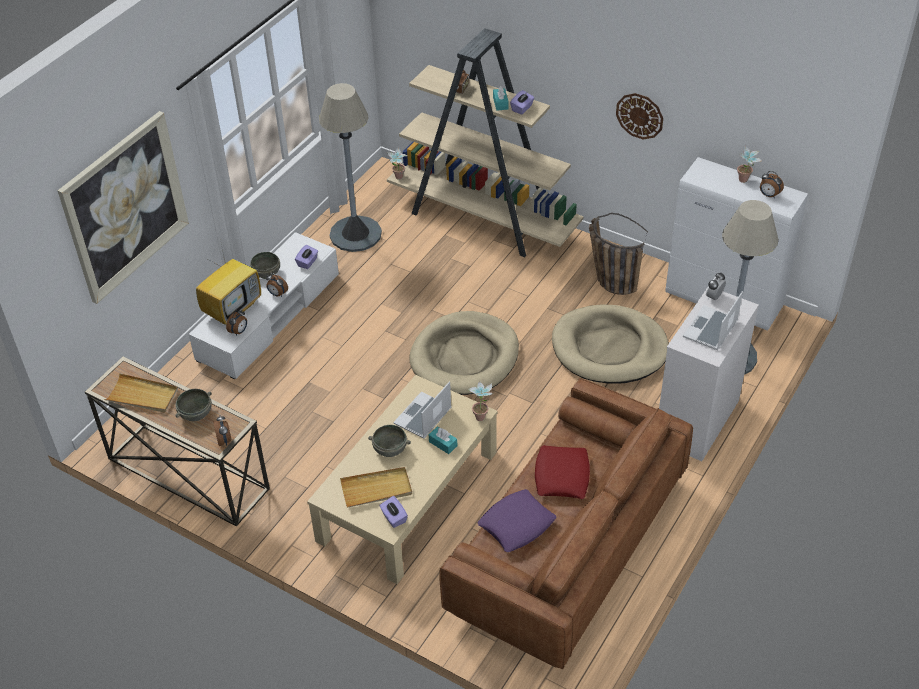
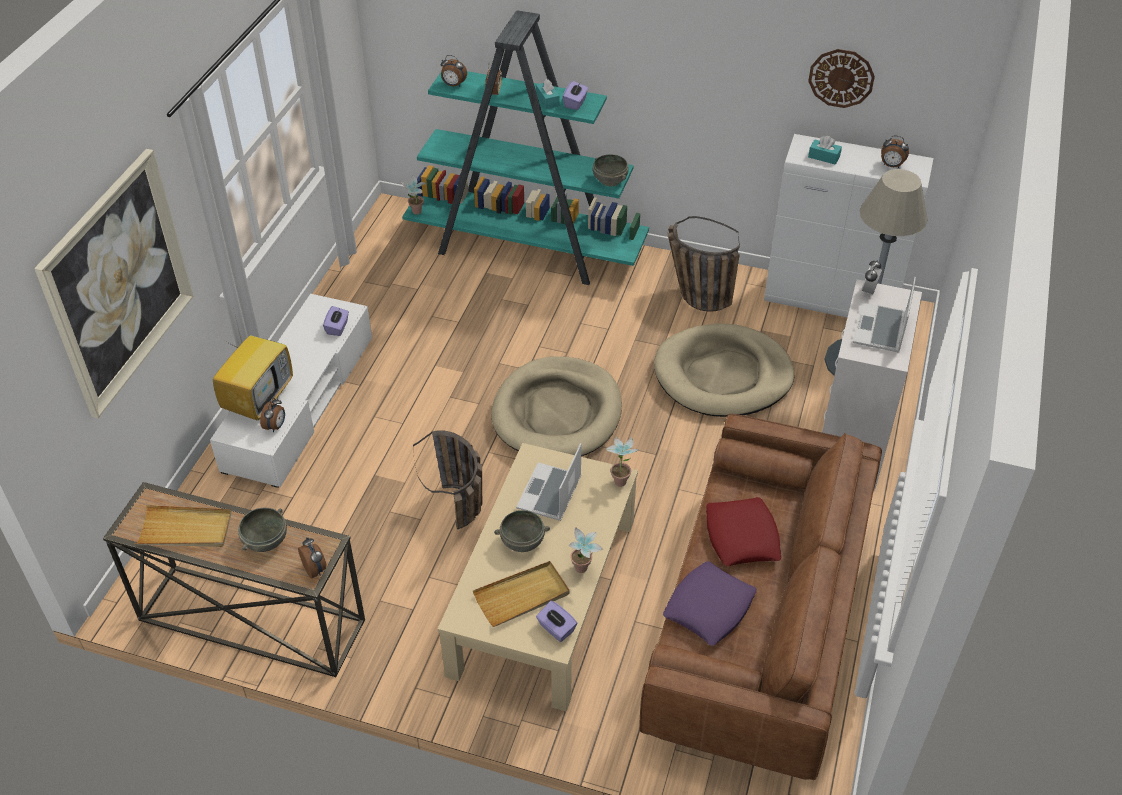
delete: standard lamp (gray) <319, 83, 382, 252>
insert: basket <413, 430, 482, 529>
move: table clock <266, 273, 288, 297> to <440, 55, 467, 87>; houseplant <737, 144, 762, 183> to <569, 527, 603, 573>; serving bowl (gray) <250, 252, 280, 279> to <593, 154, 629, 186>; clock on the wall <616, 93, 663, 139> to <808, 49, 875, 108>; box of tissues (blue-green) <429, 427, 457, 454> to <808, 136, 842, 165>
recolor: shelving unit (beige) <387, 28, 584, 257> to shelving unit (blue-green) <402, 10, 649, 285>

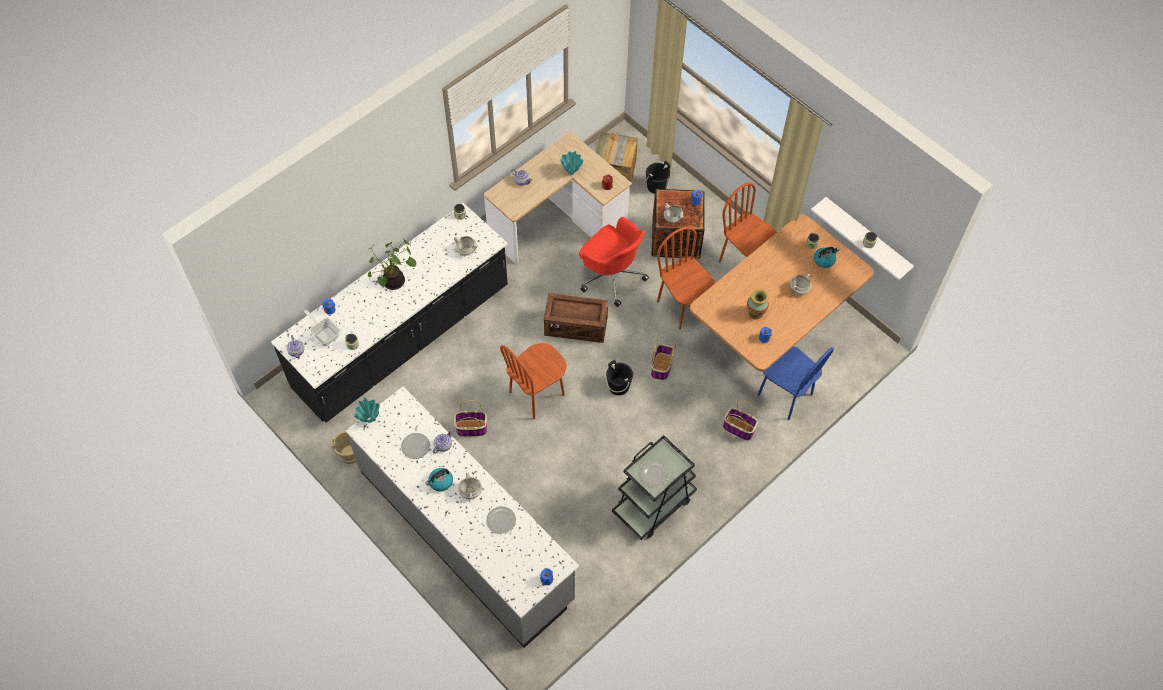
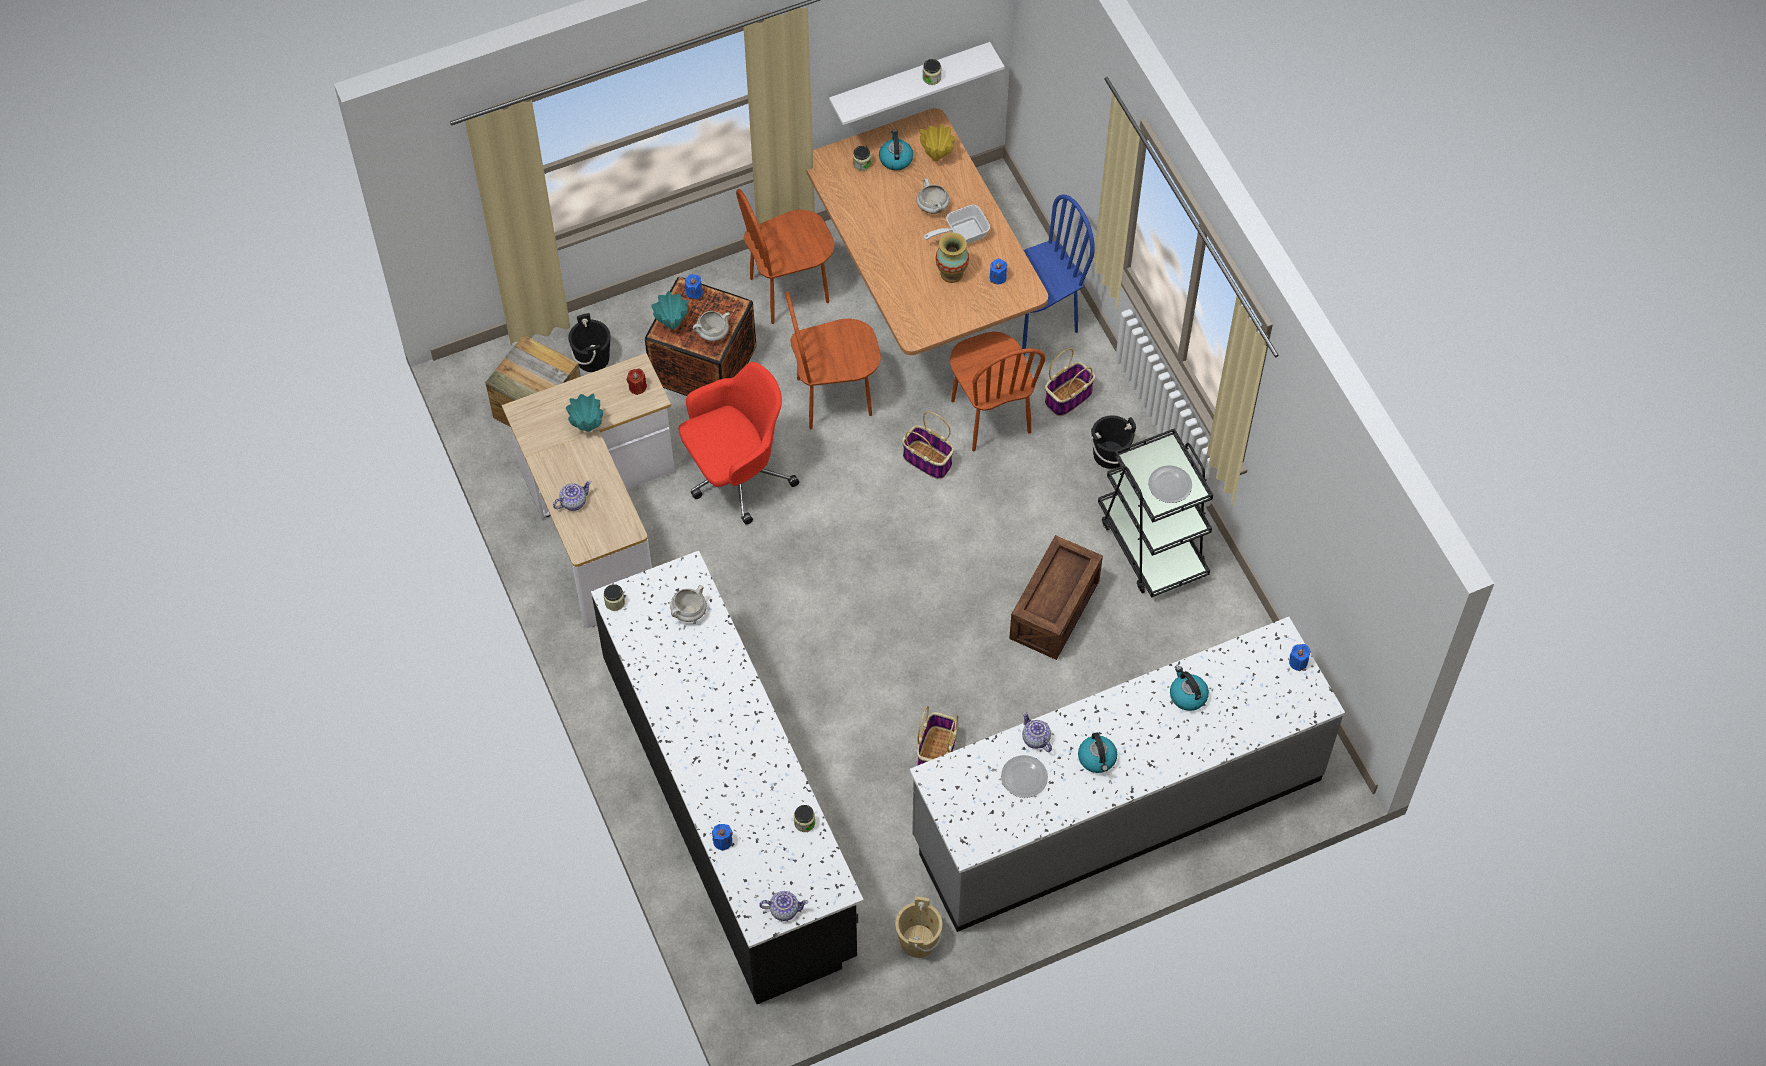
delete: houseplant <367, 238, 416, 290>; stockpot (white-coloured) <458, 473, 482, 499>
insert: vase (yellow) <920, 124, 955, 161>
move: vase (blue-green) <354, 398, 380, 423> to <651, 291, 688, 330>; skillet <304, 310, 340, 346> to <924, 205, 990, 244>; chair (brownish) <500, 343, 567, 419> to <950, 331, 1045, 451>; crate <544, 293, 608, 343> to <1009, 535, 1103, 660>; pail (black-coloured) <606, 360, 633, 395> to <1091, 415, 1136, 469>
replace: flat dish <486, 506, 516, 534> to water kettle <1170, 666, 1209, 711>

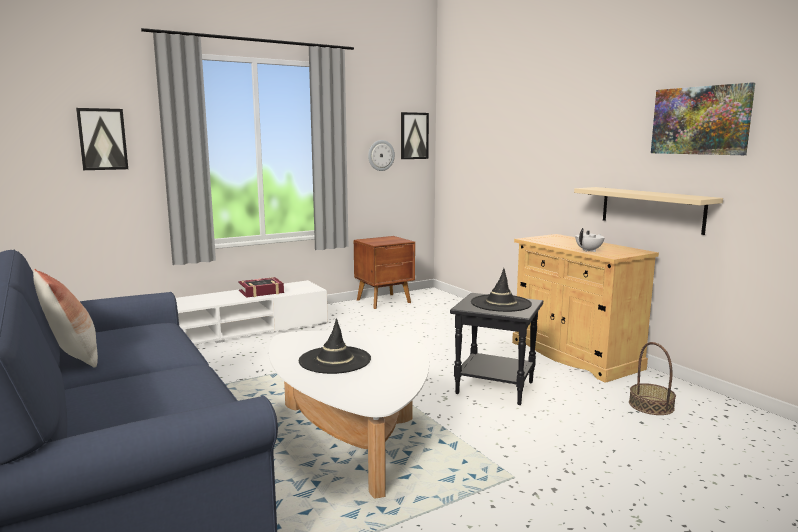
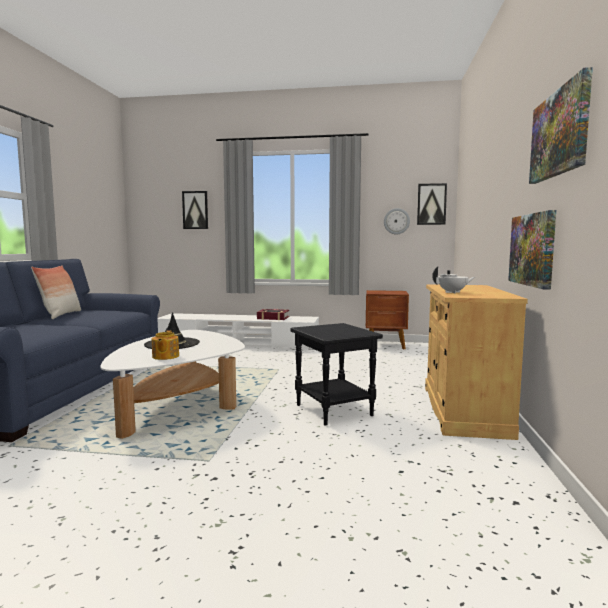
delete: hat (black-coloured) <471, 268, 532, 312>; basket <629, 342, 676, 415>
insert: tea pot <152, 330, 179, 360>
replace: bracket shelf (beige) <574, 187, 723, 235> to picture <508, 210, 556, 290>

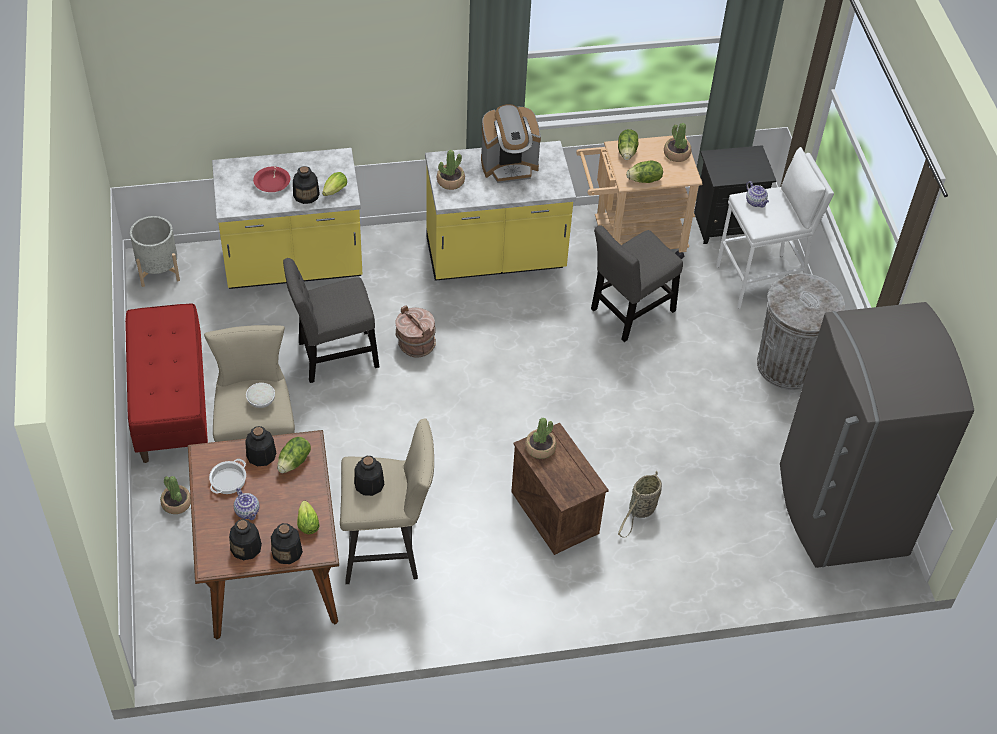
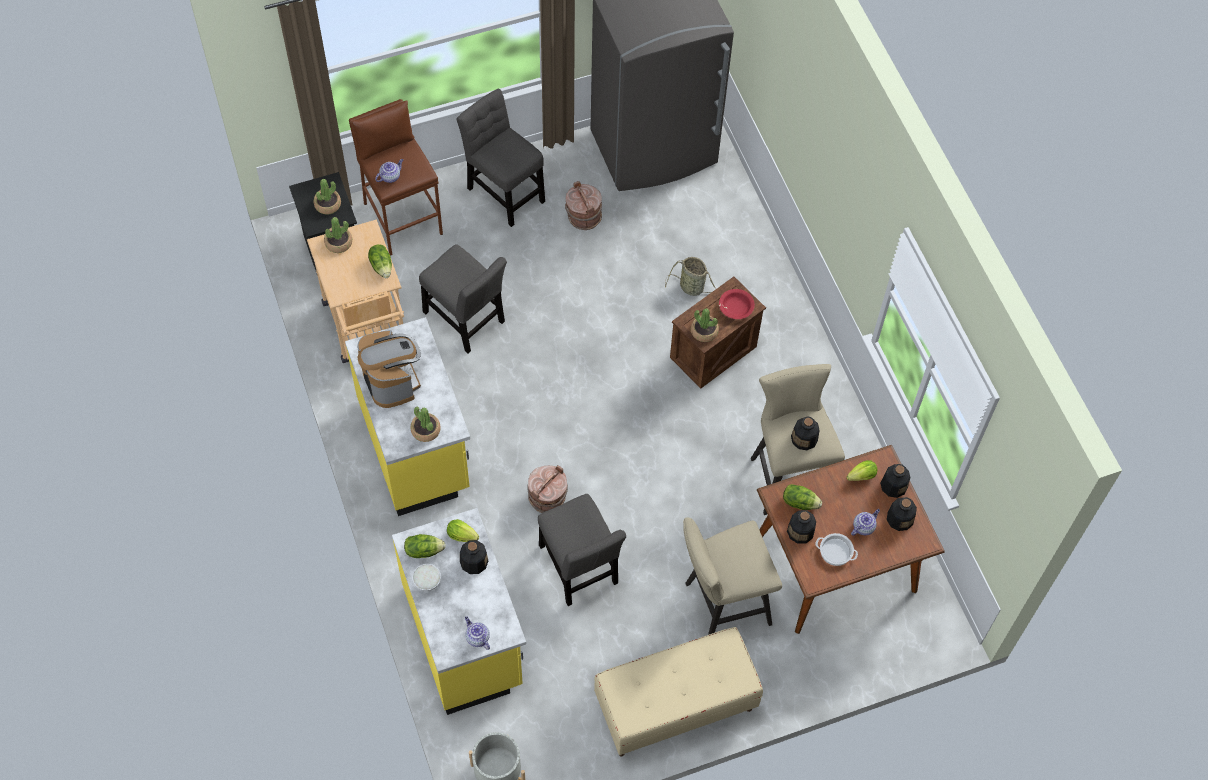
insert: tea pot <465, 617, 490, 650>; pail (brownish) <565, 181, 602, 230>
move: houseplant <160, 476, 191, 514> to <313, 179, 341, 215>; lettuce head <618, 129, 639, 160> to <404, 534, 446, 558>; serving bowl (white-coloured) <246, 383, 275, 408> to <412, 564, 441, 591>; serving bowl (reddish) <253, 166, 290, 192> to <719, 289, 755, 319>
replace: waste bin (gray) <757, 273, 845, 390> to chair (gray) <457, 88, 545, 227>
recolor: sitting stool (white-coloured) <716, 147, 834, 309> to sitting stool (brownish) <349, 99, 443, 256>; long seat (reddish) <125, 303, 208, 463> to long seat (beige) <594, 627, 763, 756>

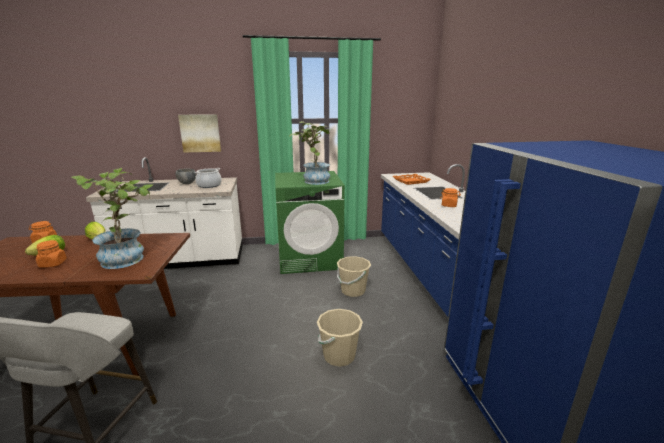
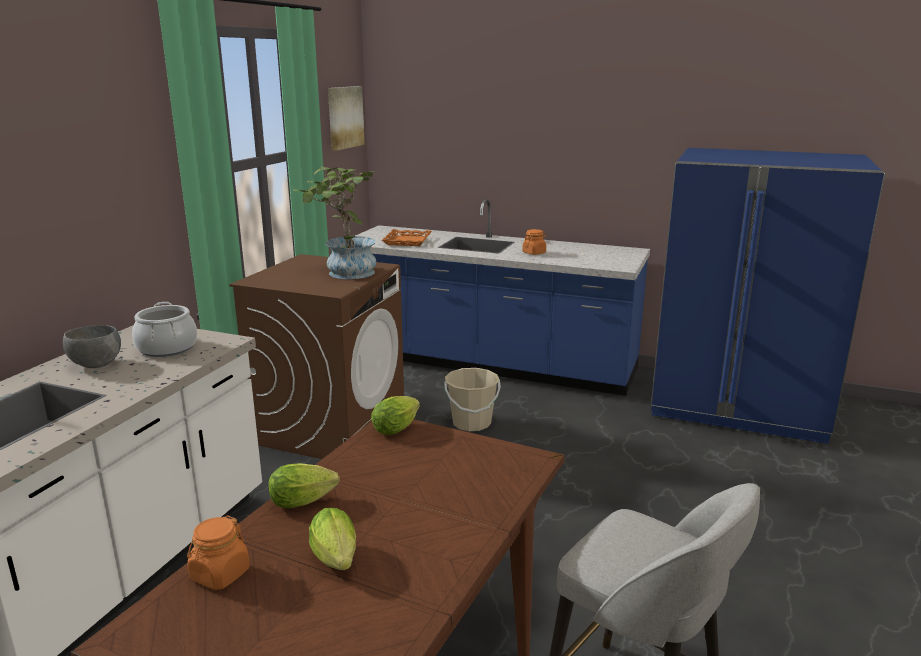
delete: storage jar (orange) <36, 240, 67, 267>; houseplant <72, 168, 154, 269>; pail (beige) <317, 309, 363, 367>
insert: lettuce head <371, 396, 420, 435>
move: picture <178, 114, 221, 153> to <328, 86, 365, 151>
recolor: laundry appliance (greenish) <275, 171, 345, 274> to laundry appliance (brownish) <229, 254, 404, 459>

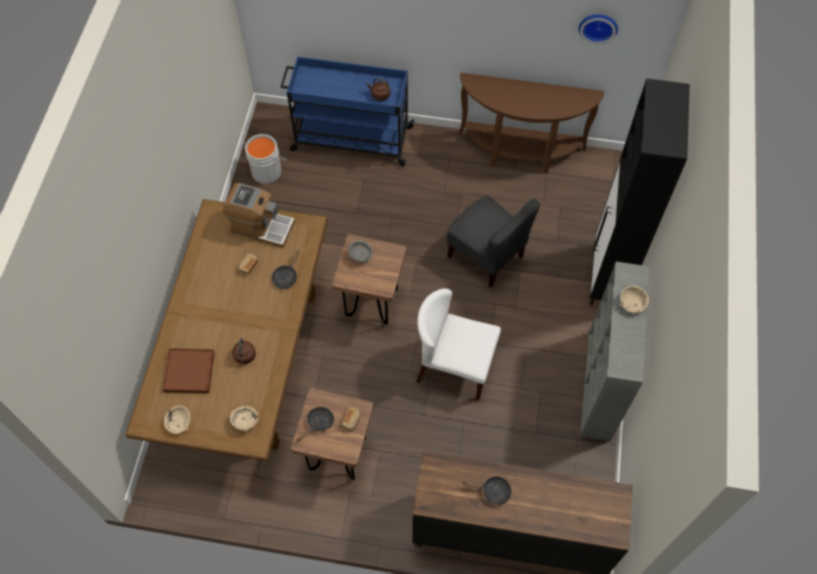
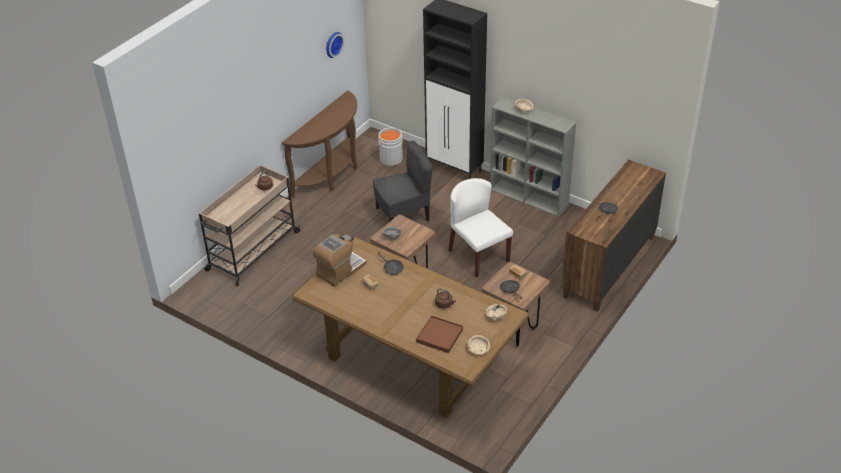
move: pail (gray) <245, 134, 287, 184> to <375, 128, 403, 166>
recolor: cart (blue) <280, 56, 415, 166> to cart (beige) <199, 165, 301, 286>
rotate: chair (white-coloured) <416, 288, 501, 400> = <449, 178, 513, 277> 105 degrees clockwise

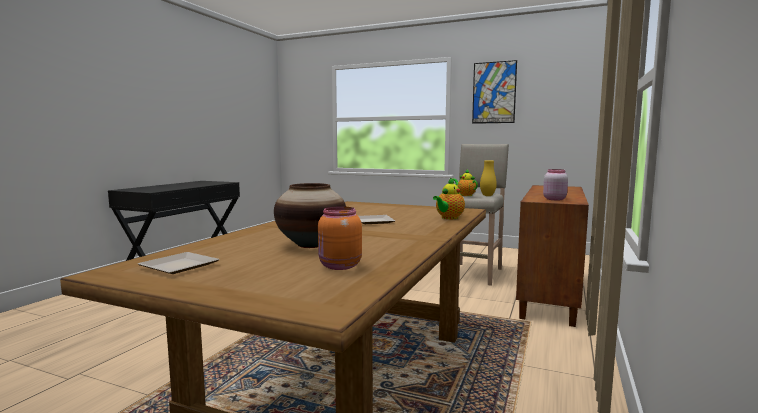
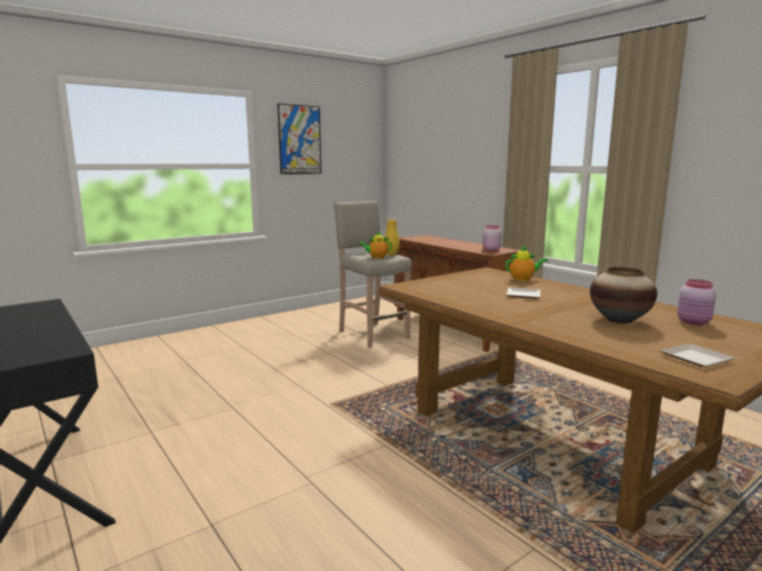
recolor: storage jar (orange) <318, 206, 362, 270> to storage jar (pinkish) <677, 279, 716, 325>
rotate: tea pot <433, 177, 465, 219> = <505, 245, 548, 281> 75 degrees counterclockwise

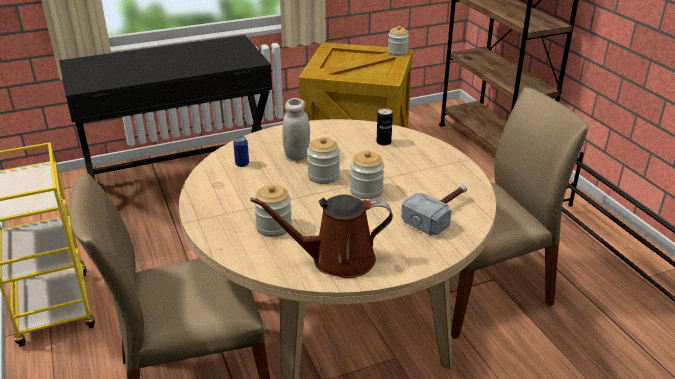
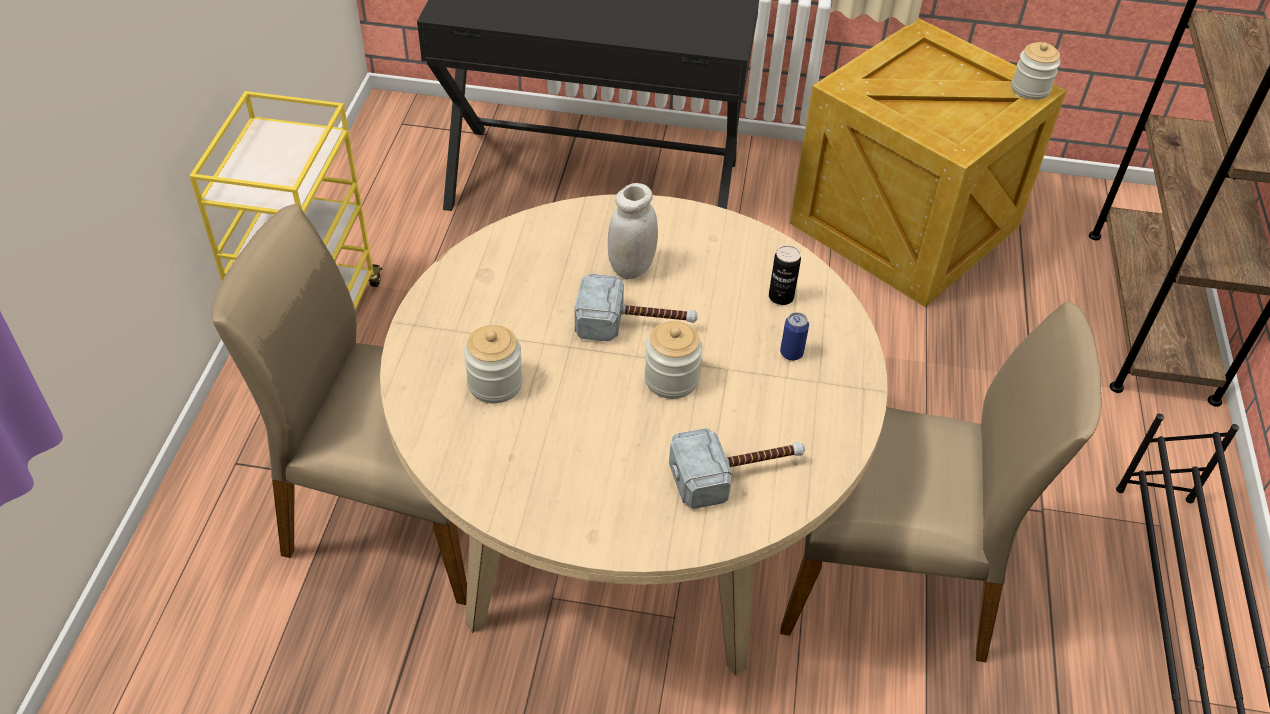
delete: watering can (brownish) <250, 195, 393, 278>
move: metal can <233, 136, 249, 167> to <780, 312, 809, 361>
replace: storage jar <307, 137, 340, 184> to hand hammer <575, 273, 698, 342>

